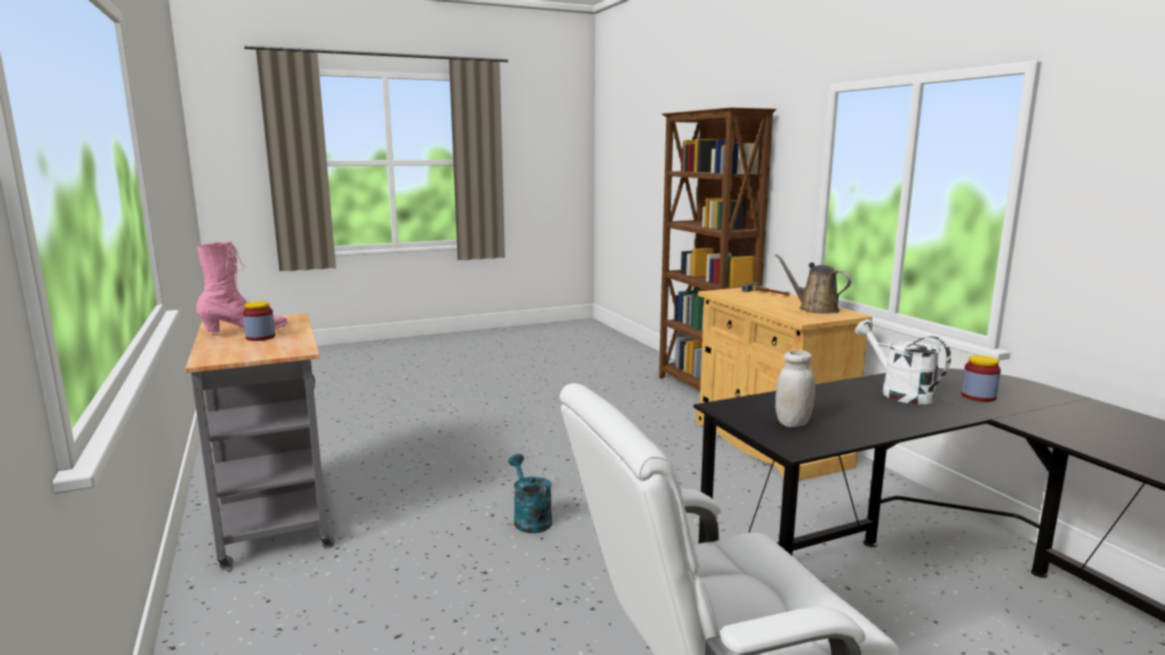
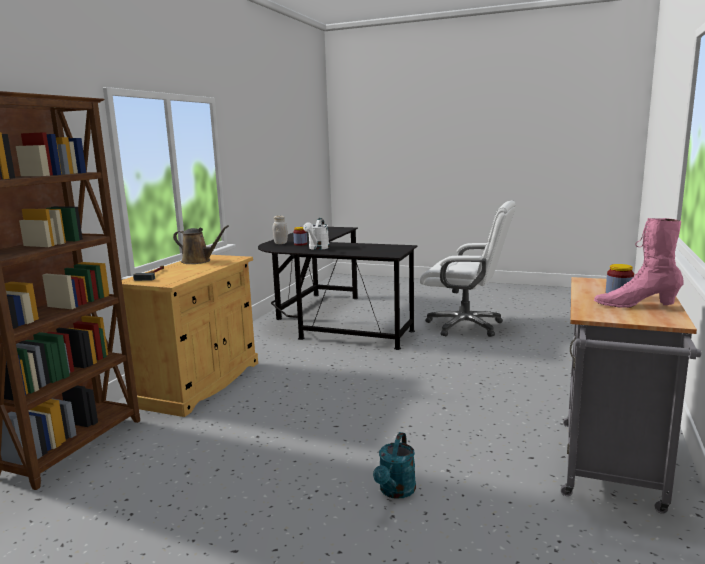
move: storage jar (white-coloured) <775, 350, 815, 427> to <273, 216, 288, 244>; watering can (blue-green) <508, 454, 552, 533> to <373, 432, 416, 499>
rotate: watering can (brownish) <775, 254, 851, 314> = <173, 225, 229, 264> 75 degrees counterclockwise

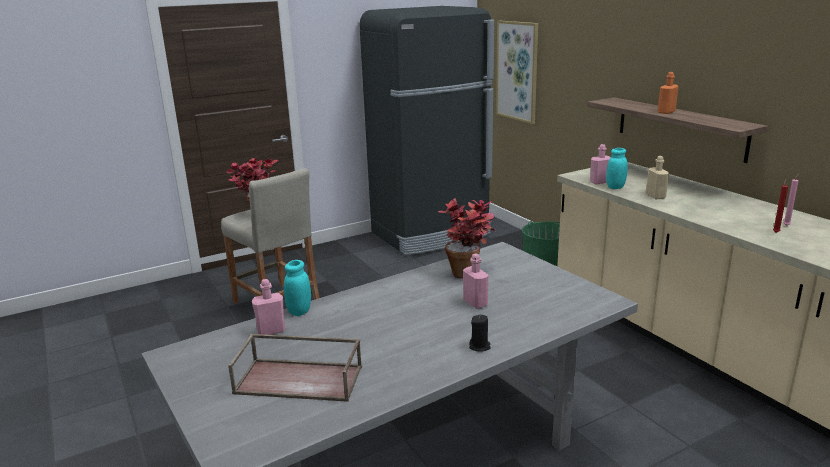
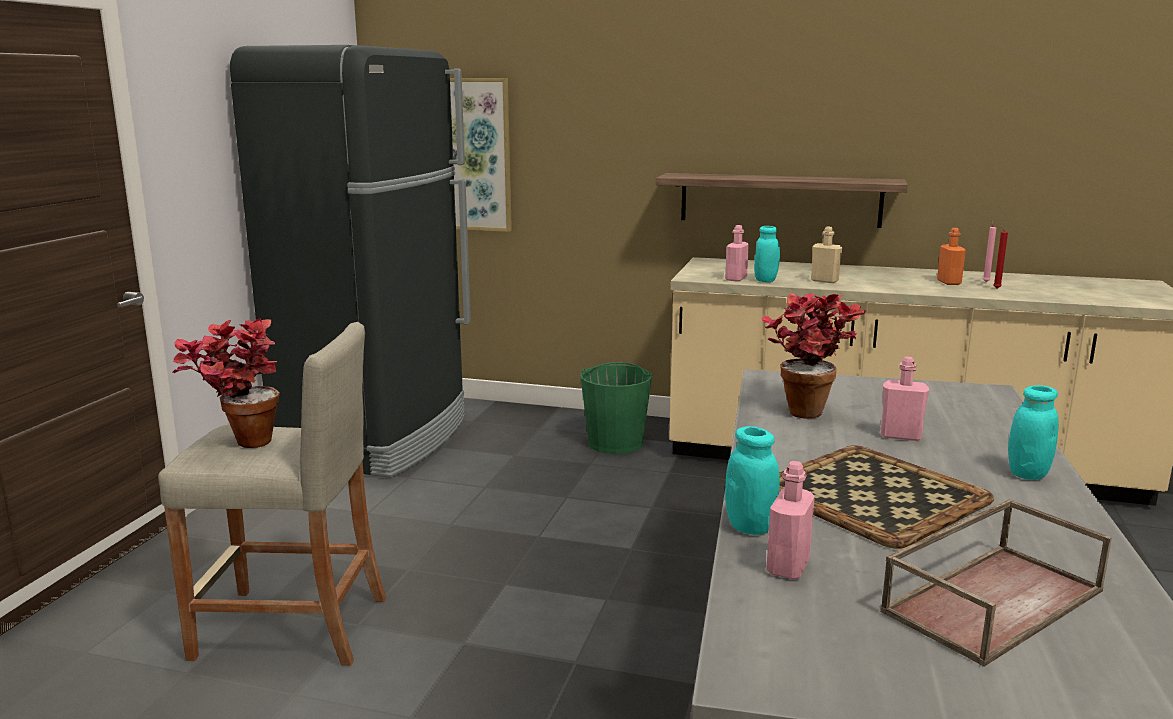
insert: serving tray <779, 445, 994, 549>
move: beverage bottle (orange) <658, 72, 679, 114> to <937, 228, 966, 285>
replace: wax candle (black-coloured) <469, 315, 491, 352> to storage jar (blue-green) <1008, 385, 1059, 480>

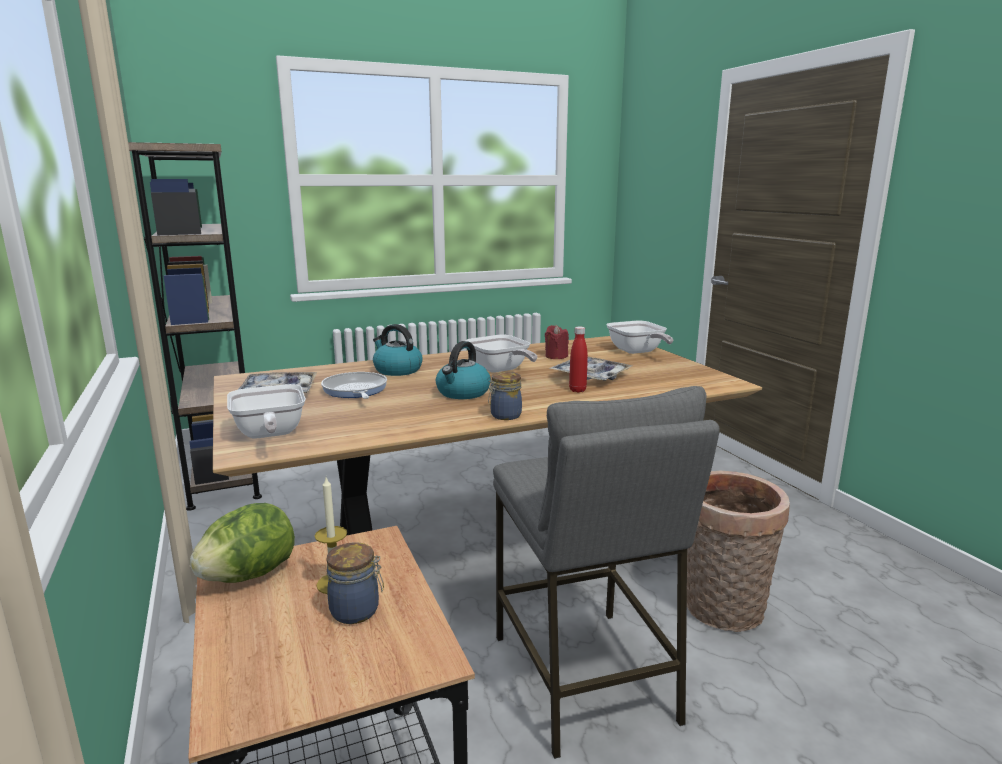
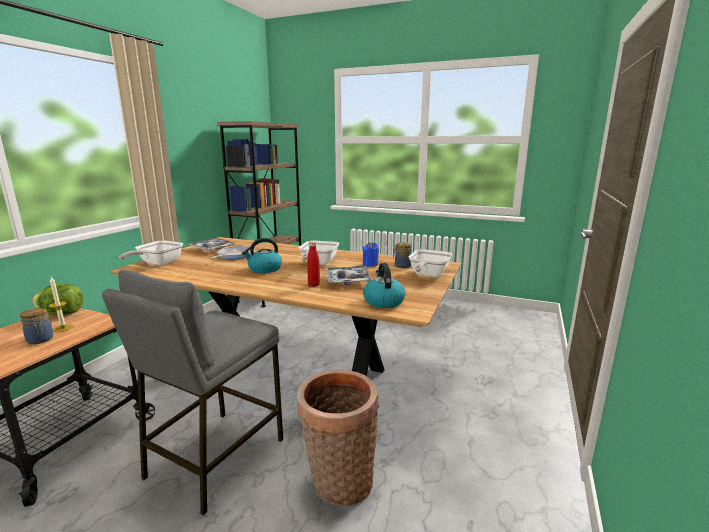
move: water kettle <373, 324, 423, 376> to <363, 263, 406, 308>; storage jar <488, 372, 522, 420> to <393, 243, 412, 268>
recolor: wax candle (reddish) <545, 325, 569, 359> to wax candle (blue) <363, 242, 379, 267>

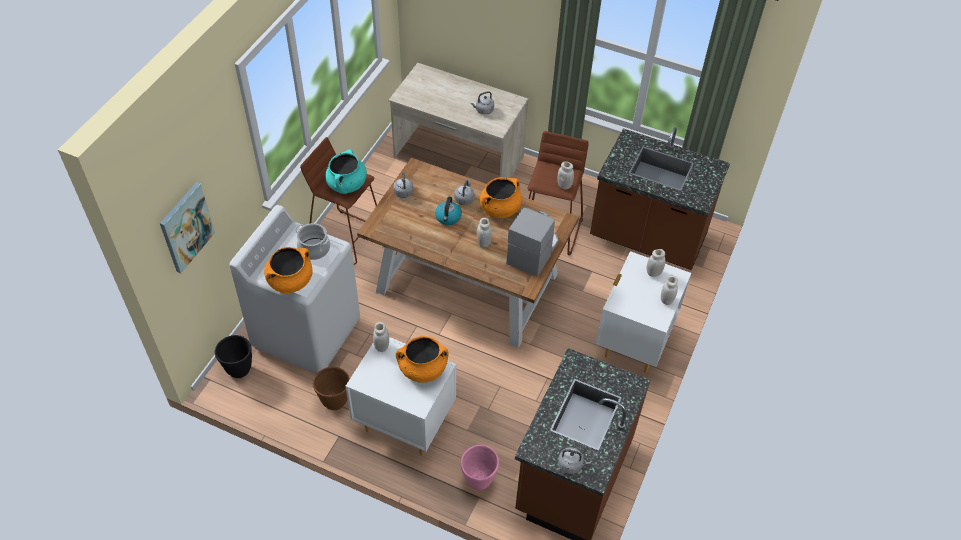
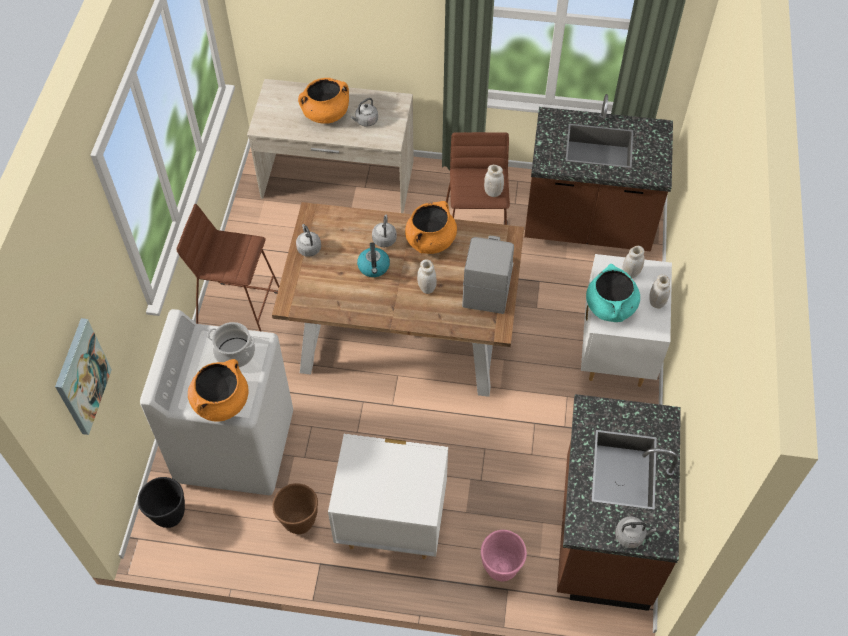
delete: storage jar (white-coloured) <373, 322, 389, 352>
move: stockpot (orange) <396, 336, 449, 383> to <298, 78, 349, 124>; stockpot (blue-green) <325, 150, 367, 194> to <586, 264, 640, 322>

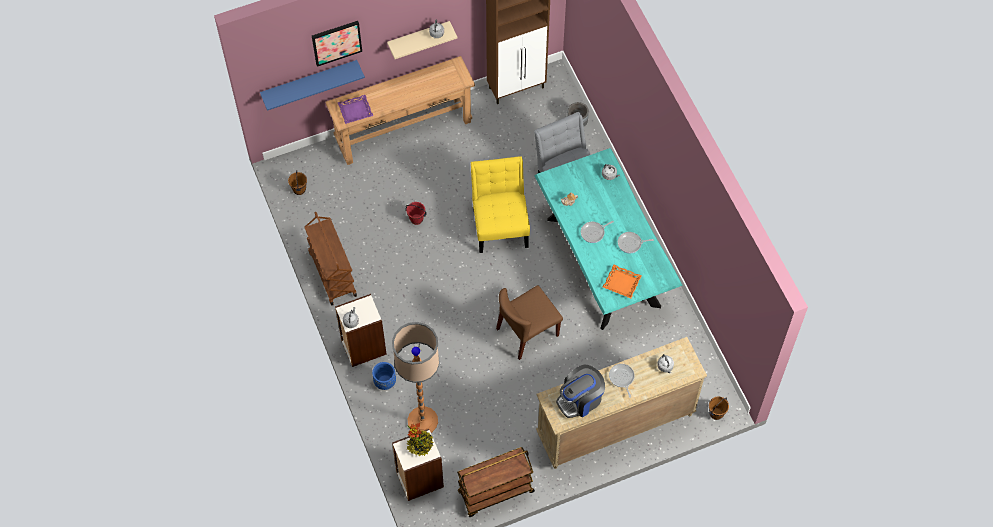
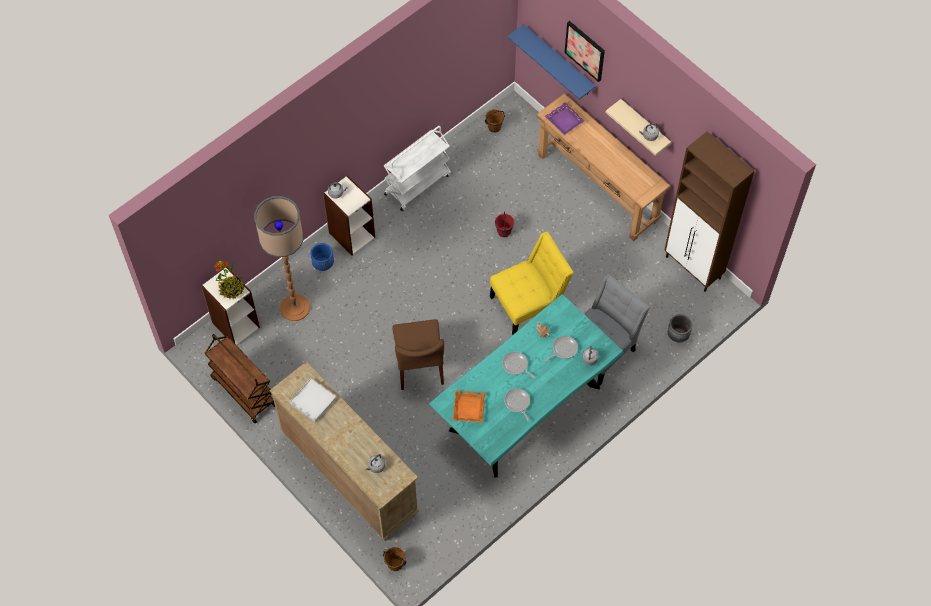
move: skillet <609, 364, 635, 398> to <545, 336, 578, 361>
replace: coffee brewer <556, 365, 605, 418> to serving tray (white-coloured) <290, 378, 337, 422>
recolor: cart (brownish) <304, 212, 357, 305> to cart (white-coloured) <384, 126, 451, 211>
rotate: chair (brownish) <496, 285, 563, 360> = <392, 319, 444, 390> 135 degrees counterclockwise

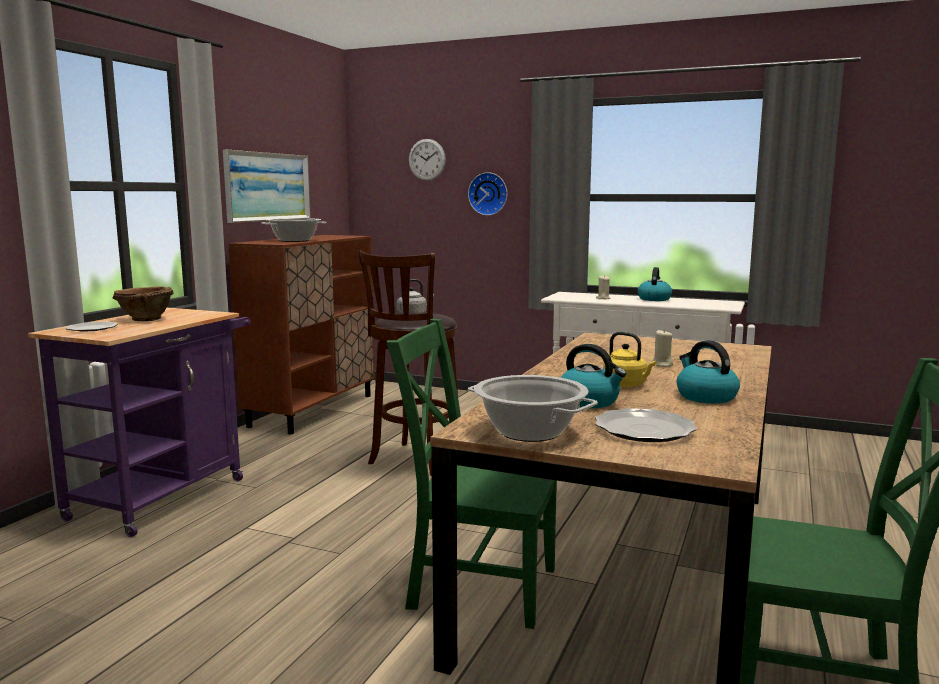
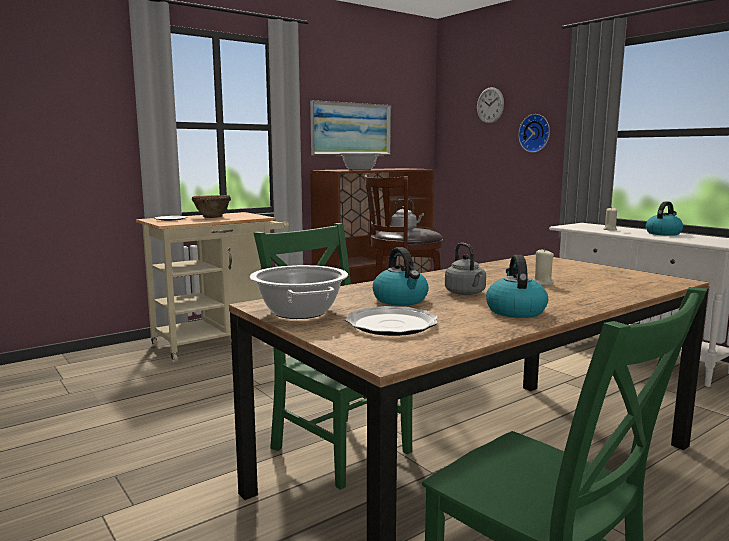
recolor: cart (purple-coloured) <28, 308, 251, 537> to cart (beige) <136, 212, 289, 362>; water kettle (yellow) <603, 332, 657, 387> to water kettle (gray) <445, 242, 486, 295>

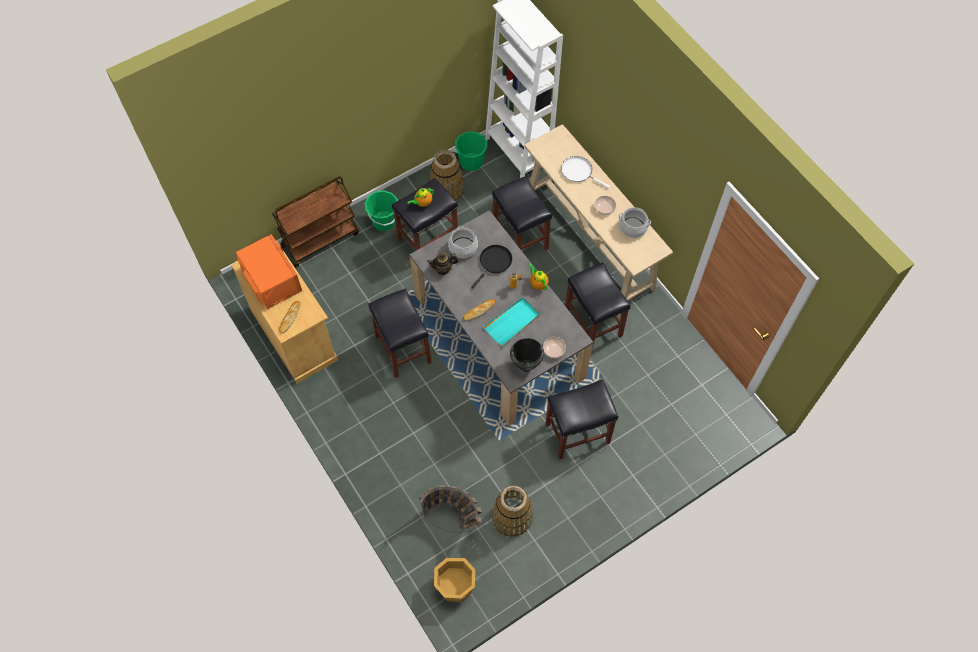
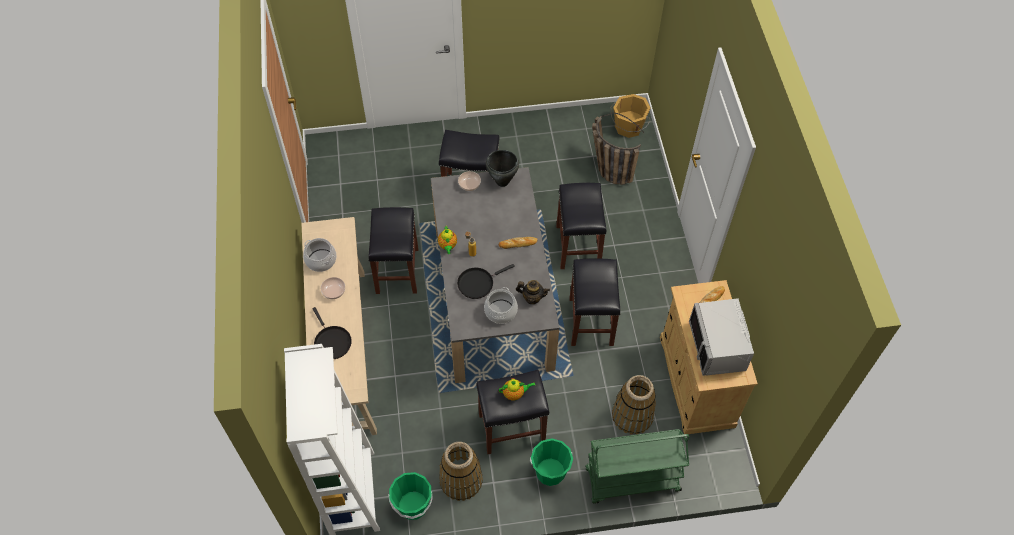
delete: serving tray (blue-green) <483, 297, 540, 346>
move: sitting stool (black-coloured) <492, 176, 552, 251> to <556, 183, 606, 269>; basket <492, 486, 533, 537> to <612, 375, 656, 435>
recolor: skillet (white-coloured) <561, 156, 610, 188> to skillet (black-coloured) <313, 307, 352, 359>; cart (brownish) <272, 176, 359, 268> to cart (greenish) <585, 429, 689, 504>; kitchen microwave (orange) <236, 234, 302, 309> to kitchen microwave (gray) <689, 298, 754, 376>

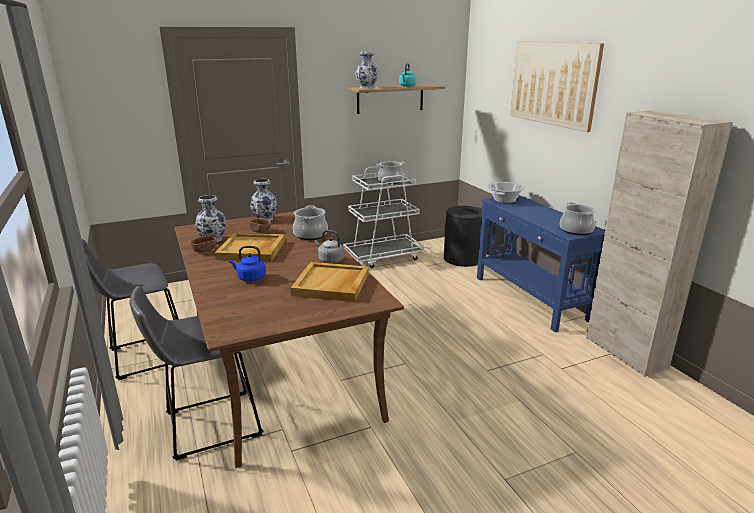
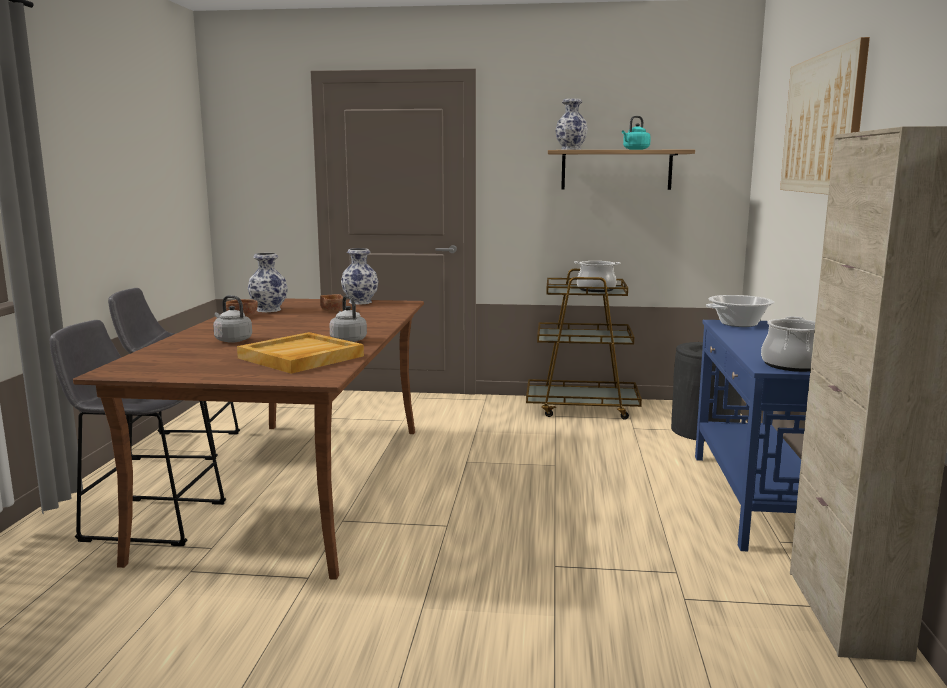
delete: serving tray (beige) <215, 233, 285, 262>; stockpot <293, 205, 328, 240>
recolor: water kettle (blue) <229, 246, 266, 282> to water kettle (gray) <213, 295, 252, 343>; cart (white-coloured) <343, 166, 424, 268> to cart (brownish) <526, 269, 642, 420>

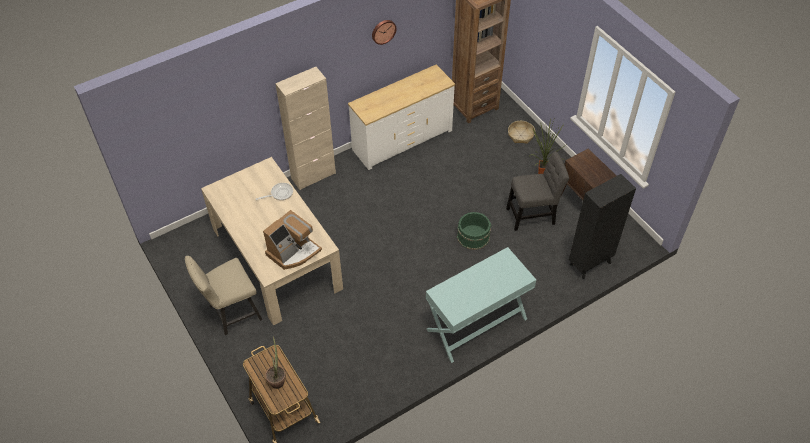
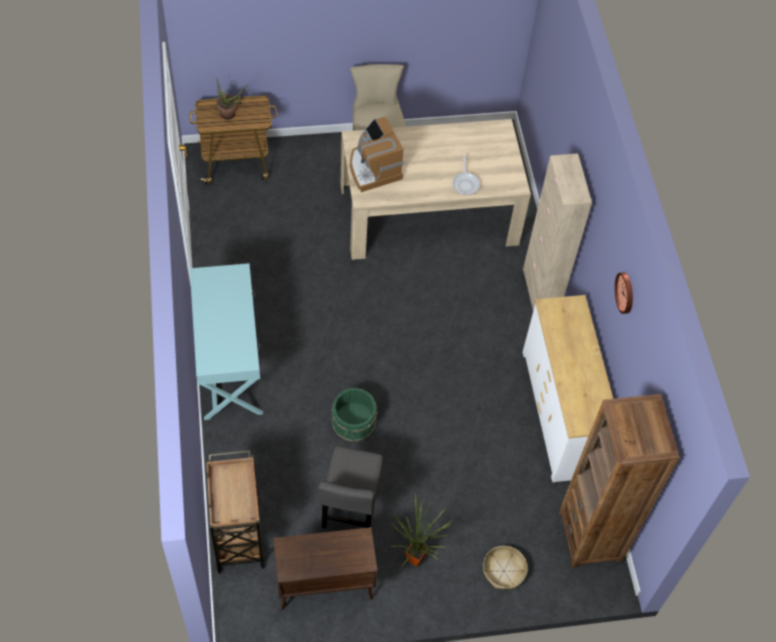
replace: shelving unit (black-coloured) <569, 174, 636, 279> to cart (brownish) <206, 450, 265, 574>

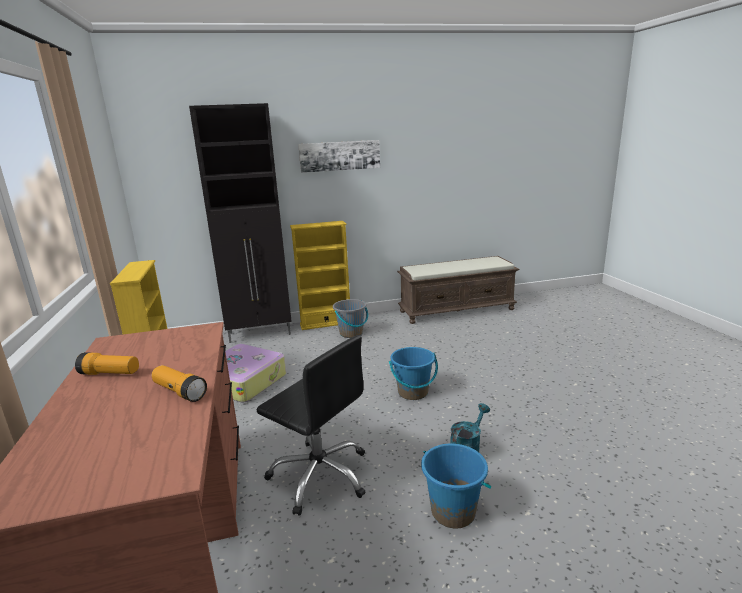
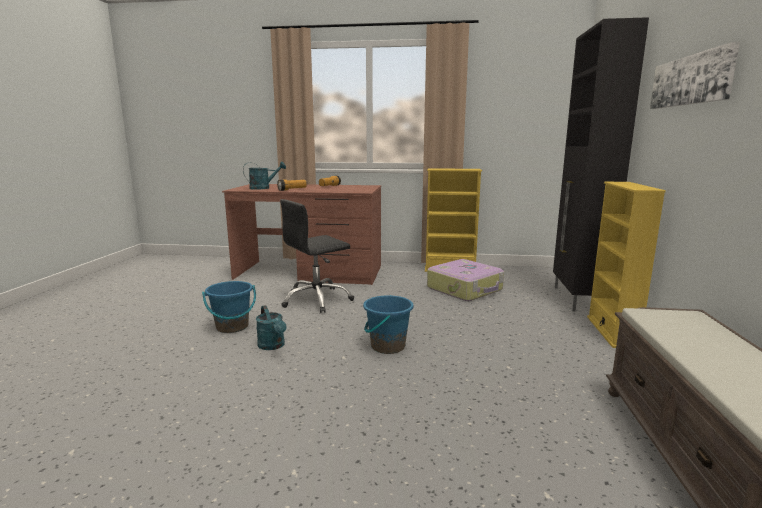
delete: pail (gray) <333, 299, 368, 338>
insert: watering can (blue-green) <243, 162, 286, 190>

